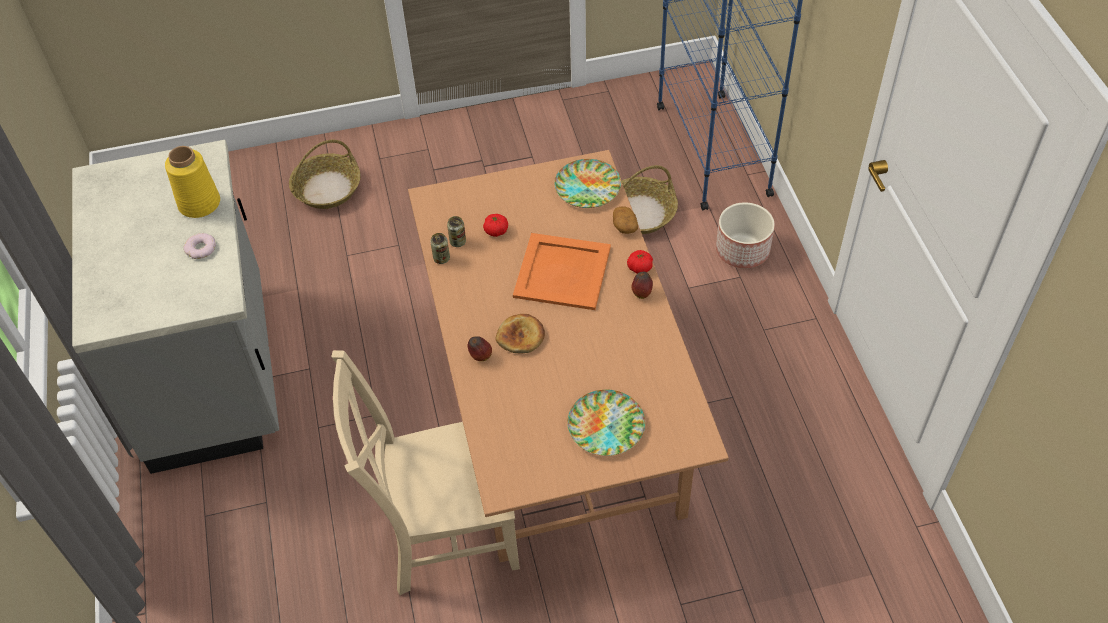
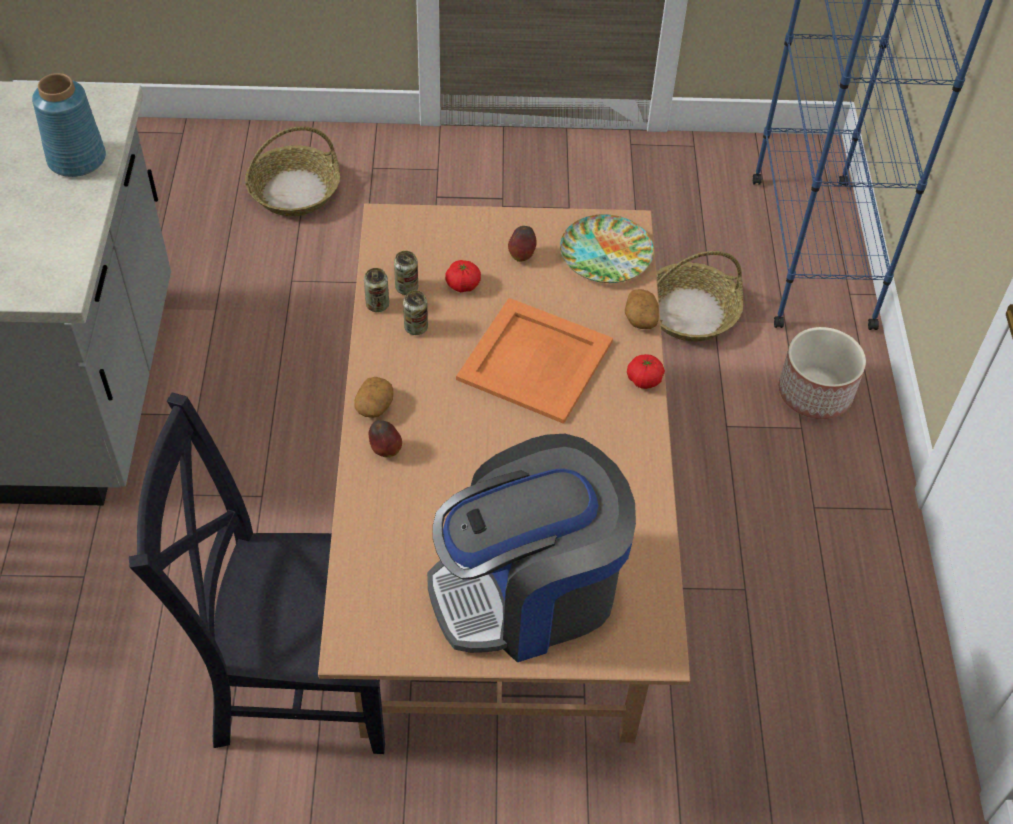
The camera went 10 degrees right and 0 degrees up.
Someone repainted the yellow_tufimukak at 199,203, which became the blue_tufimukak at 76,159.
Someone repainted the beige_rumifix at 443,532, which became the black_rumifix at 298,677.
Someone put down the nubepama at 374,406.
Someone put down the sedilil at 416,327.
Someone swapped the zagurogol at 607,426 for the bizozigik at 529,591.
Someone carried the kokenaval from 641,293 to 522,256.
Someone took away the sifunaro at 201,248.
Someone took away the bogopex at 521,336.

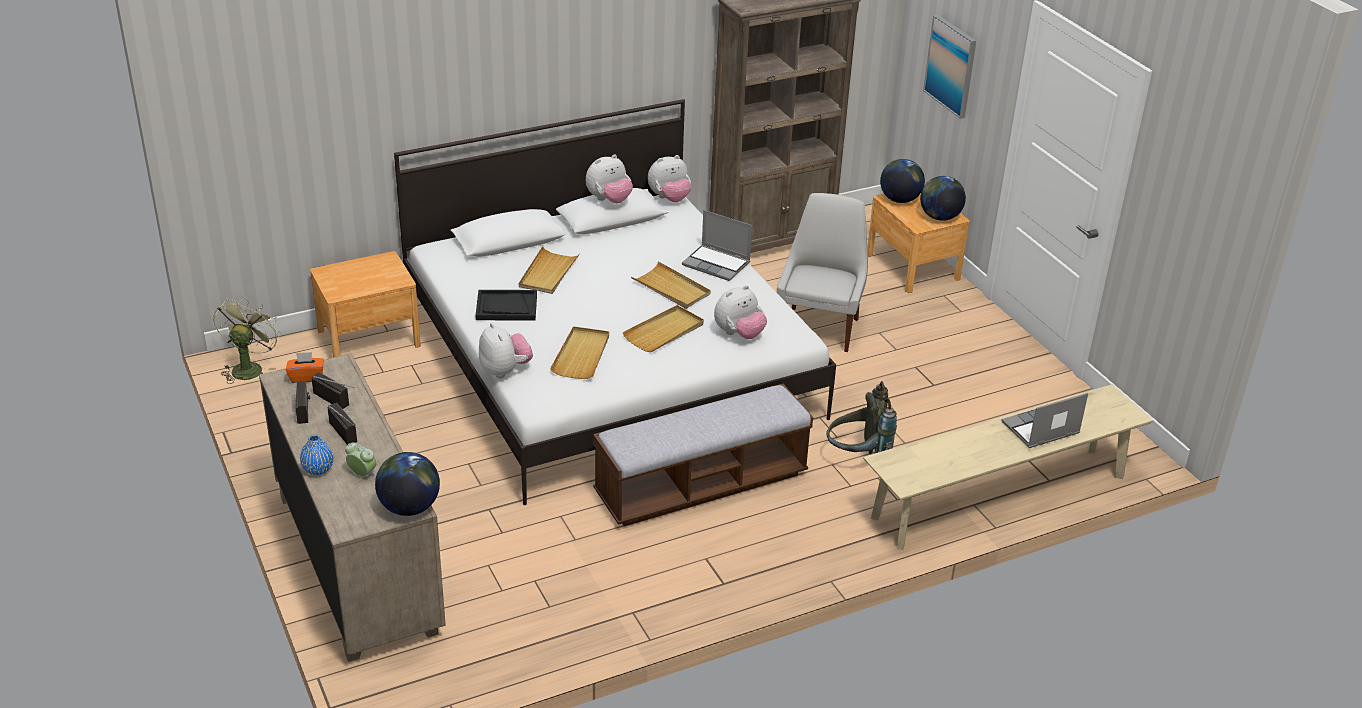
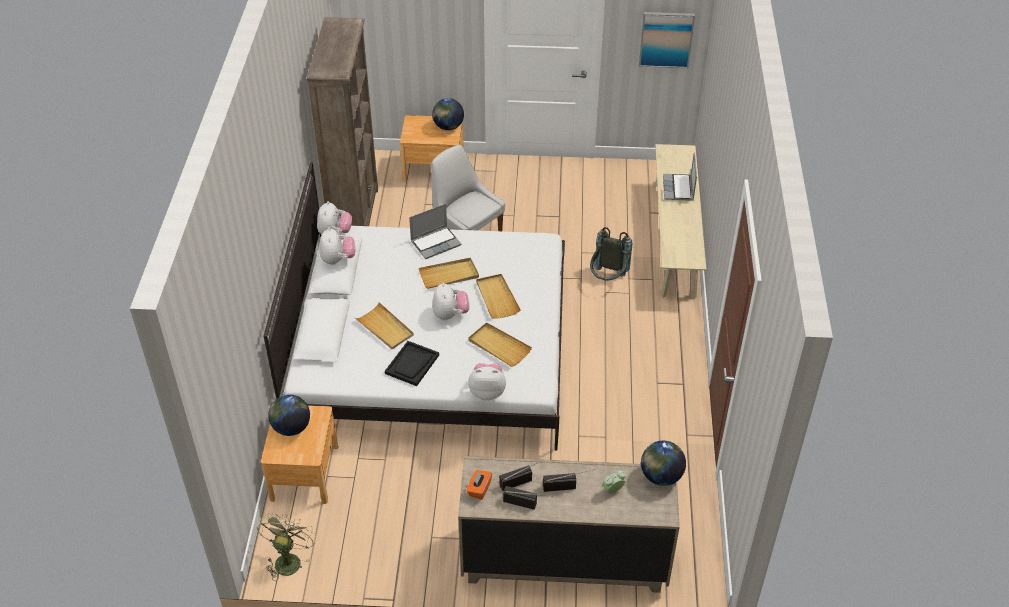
The camera went 60 degrees left and 10 degrees up.
Someone rotated the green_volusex at 248,367 by 60 degrees clockwise.
Someone carried the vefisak from 899,199 to 291,428.
Someone carried the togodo from 739,334 to 450,314.
Someone carried the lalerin from 951,66 to 666,39.
Someone took away the blue_tufimukak at 318,469.
Someone took away the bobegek at 701,485.

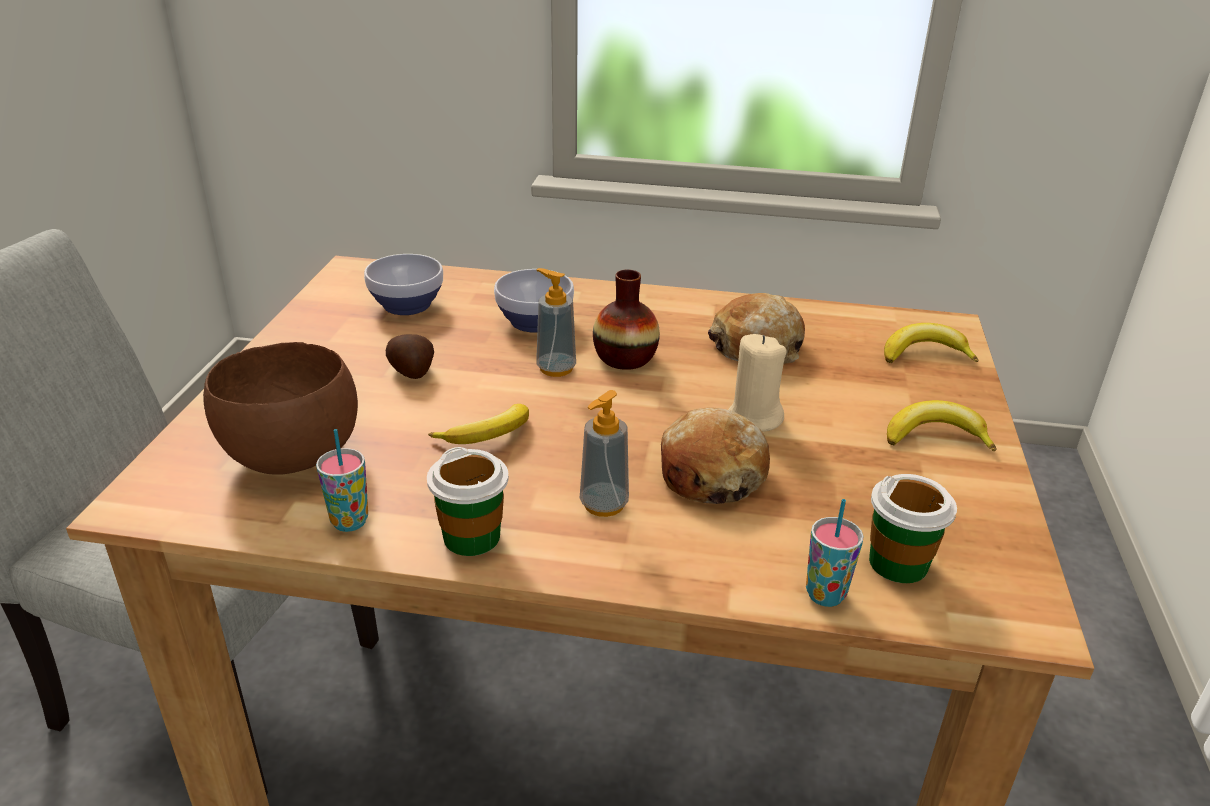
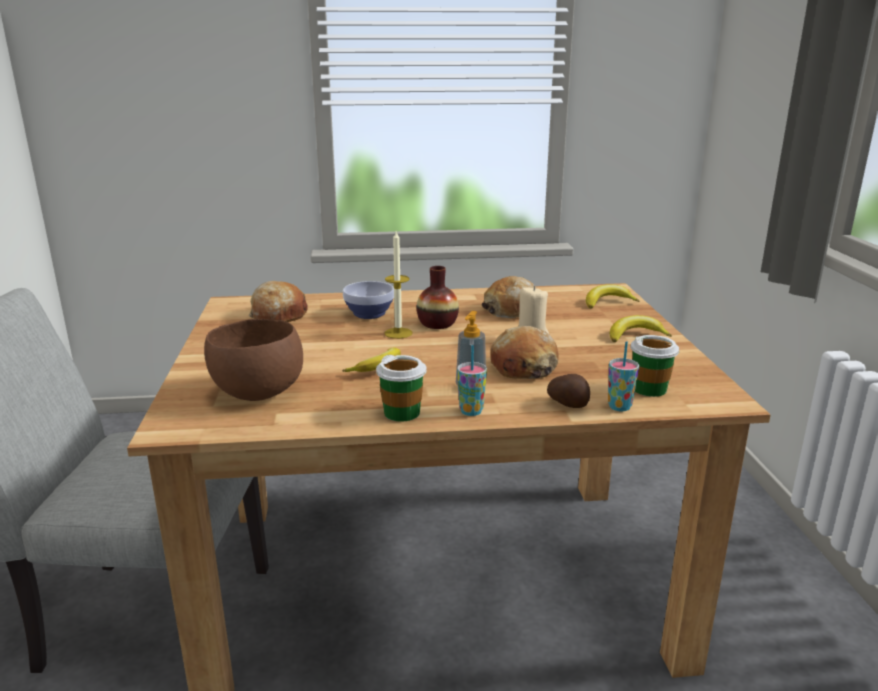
The camera went 15 degrees left and 10 degrees down.
Someone swapped the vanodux at 405,305 for the bogopex at 278,315.
Someone swapped the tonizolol at 556,368 for the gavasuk at 398,333.
Someone carried the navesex from 349,522 to 471,411.
Someone carried the nubepama from 412,372 to 569,404.

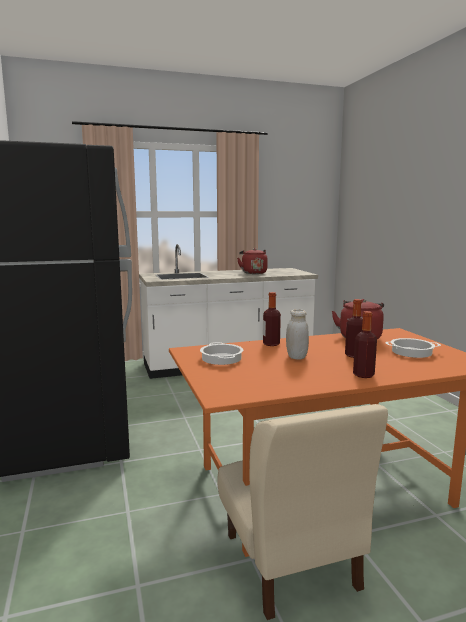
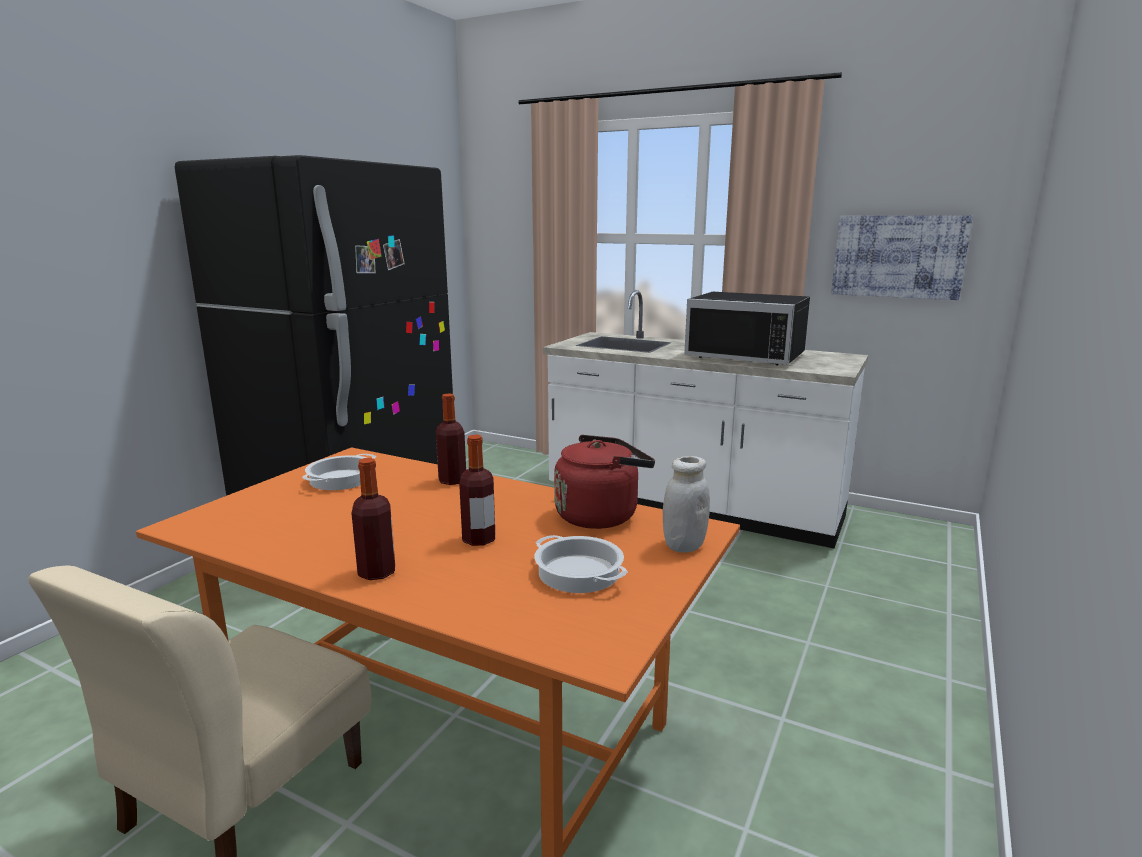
The camera went 45 degrees right and 5 degrees up.
Someone carried the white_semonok from 296,357 to 684,545.
Someone swapped the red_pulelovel at 253,273 for the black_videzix at 748,355.
Someone put up the lalerin at 898,256.

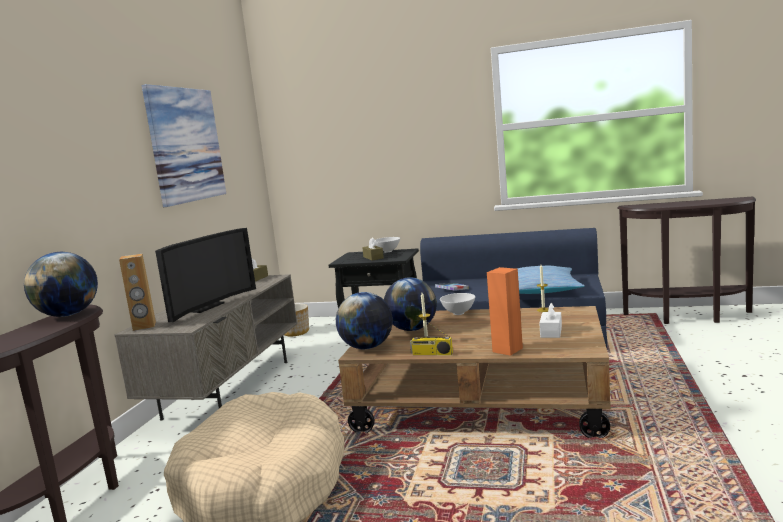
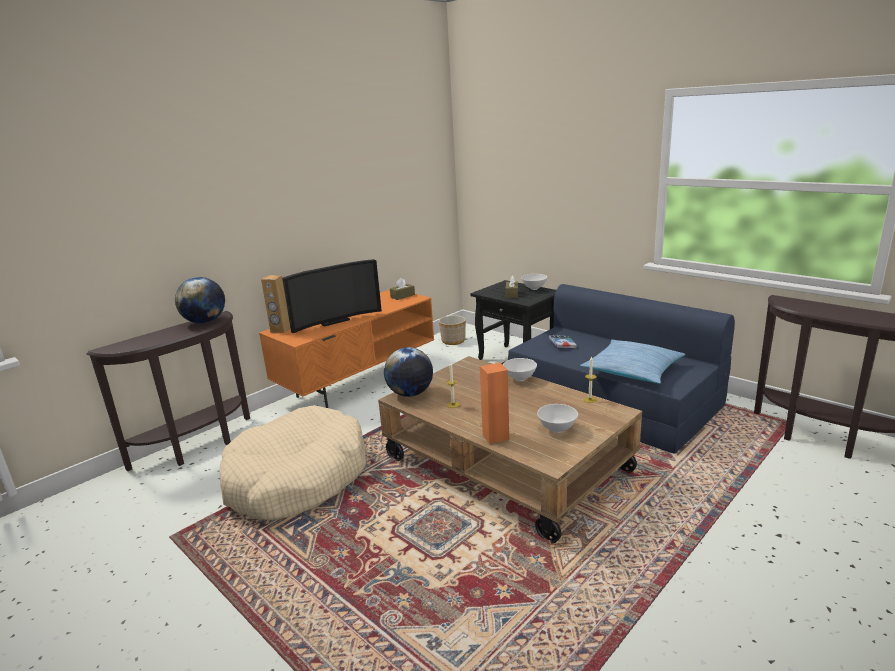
The camera went 30 degrees right and 10 degrees up.
Someone repainted the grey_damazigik at 229,388, which became the orange_damazigik at 359,383.
Someone swapped the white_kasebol at 551,331 for the white_vanodux at 557,429.
Someone took away the lalerin at 185,145.
Someone took away the vefisak at 412,329.
Someone took away the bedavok at 431,354.

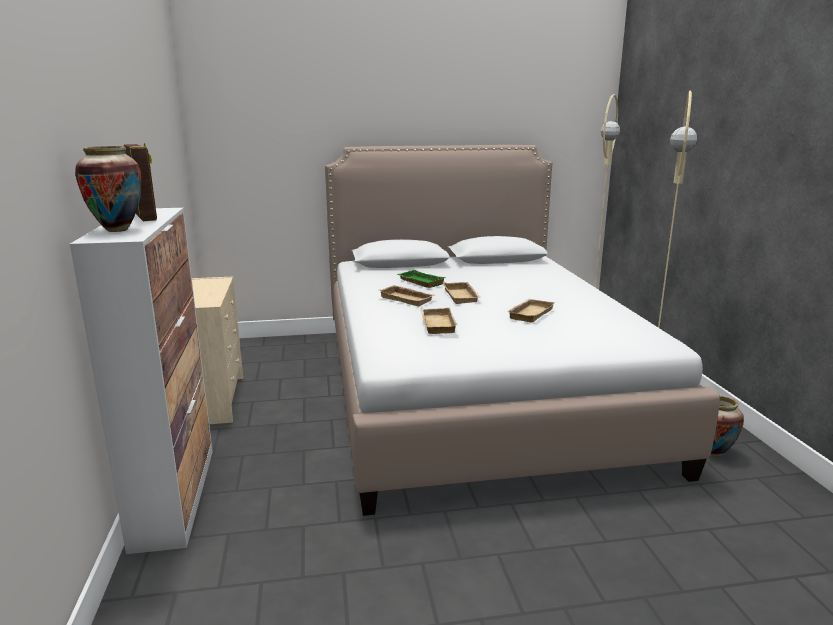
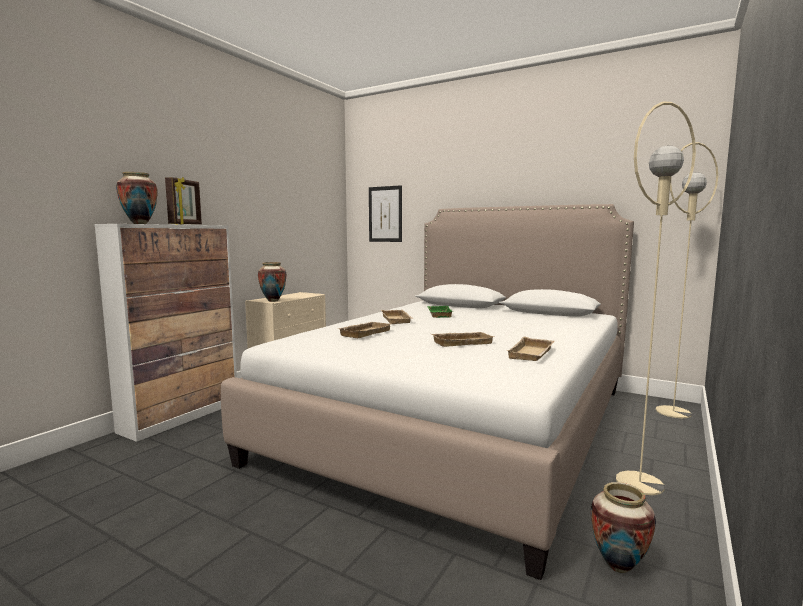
The camera went 40 degrees right and 10 degrees down.
Someone put down the tufimukak at 273,301.
Someone put up the lalerin at 385,214.
Someone carried the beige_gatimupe from 462,296 to 532,354.

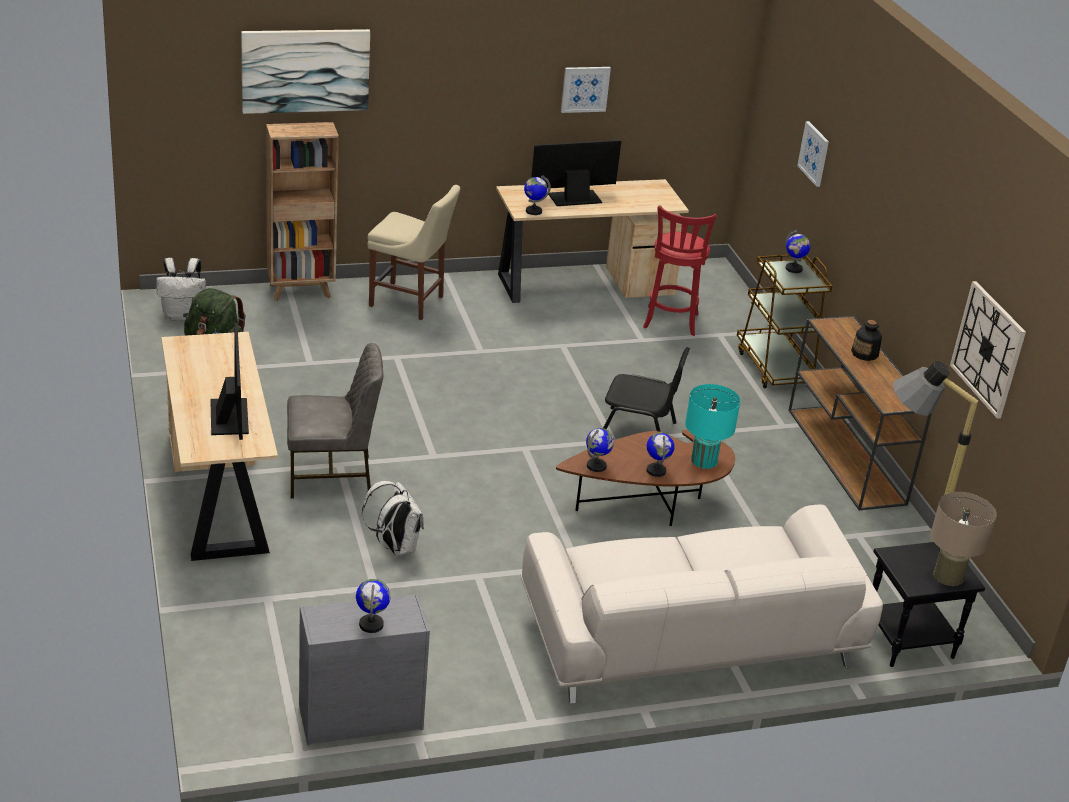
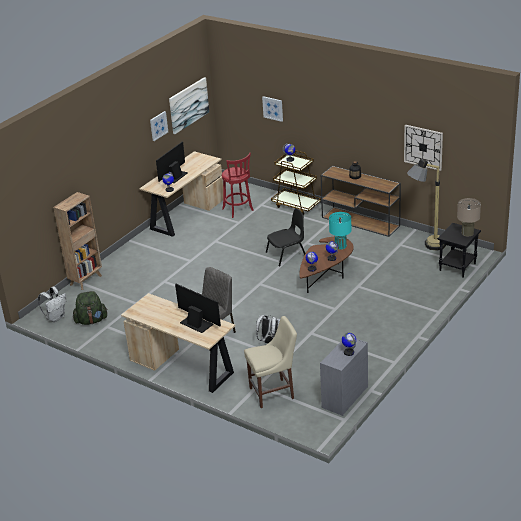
The camera went 35 degrees left and 0 degrees up.
Someone carried the lalerin from 305,70 to 188,105.
Someone carried the beige_rumifix from 410,302 to 274,392.
Someone took away the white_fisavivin at 689,640.

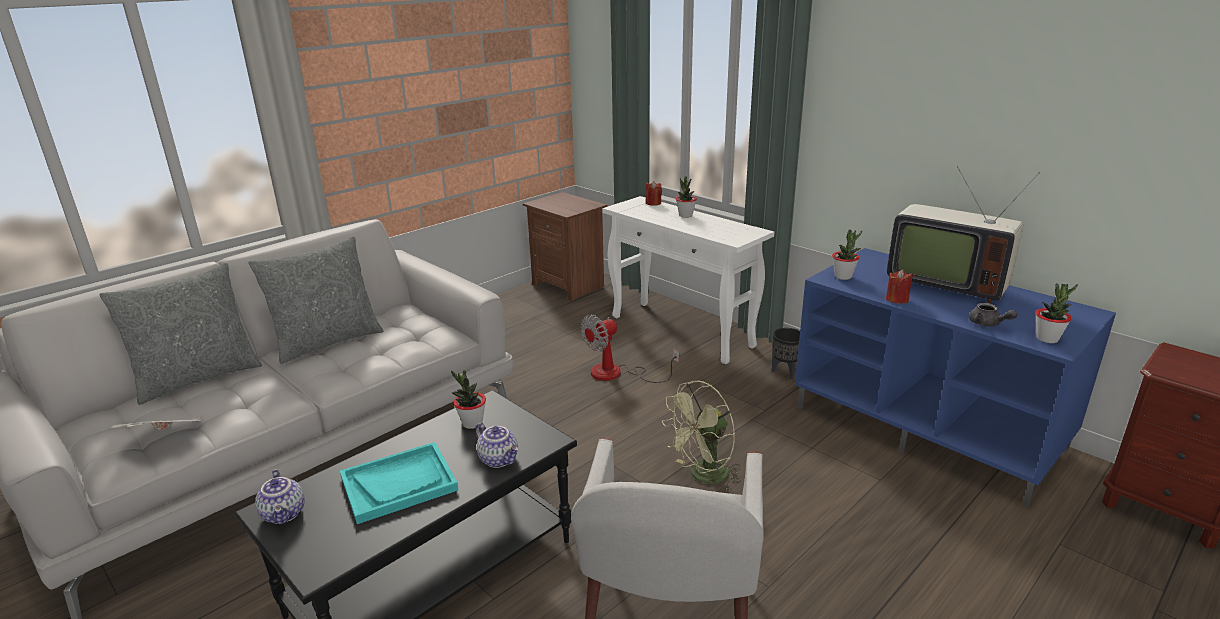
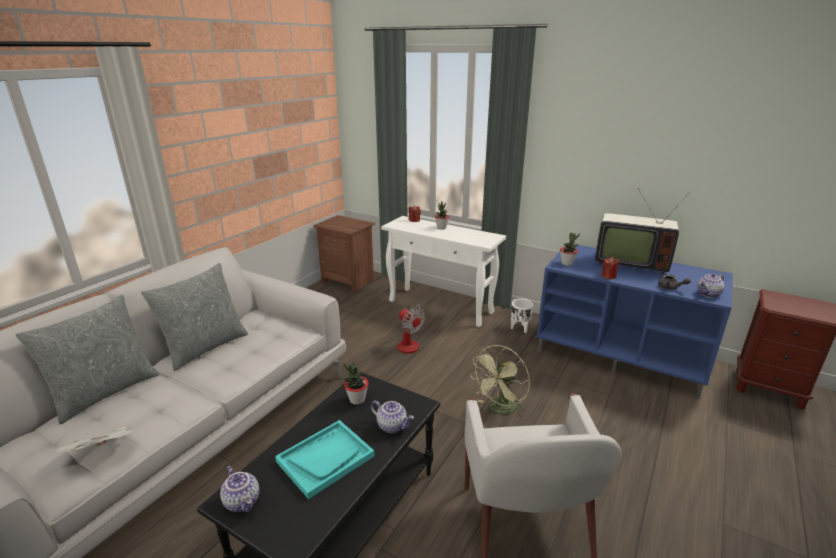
The camera went 15 degrees left and 0 degrees up.
Someone rotated the volusex at 617,374 by 75 degrees counterclockwise.
Someone repainted the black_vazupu at 785,372, which became the white_vazupu at 519,328.
Someone swapped the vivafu at 1047,339 for the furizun at 708,294.

